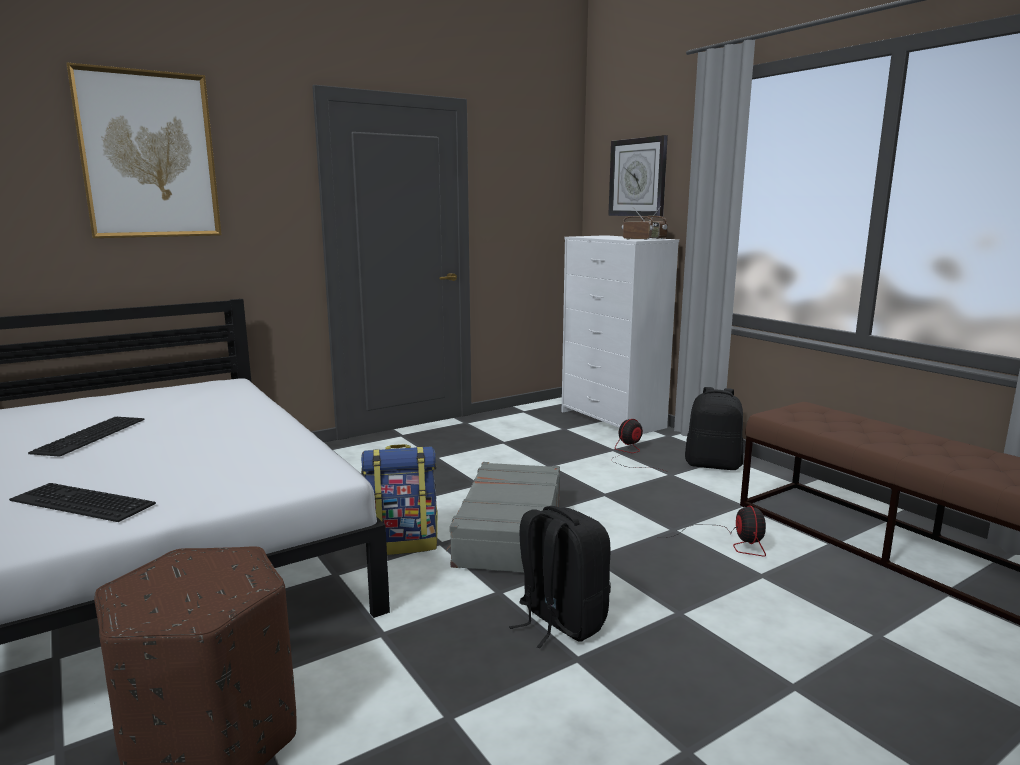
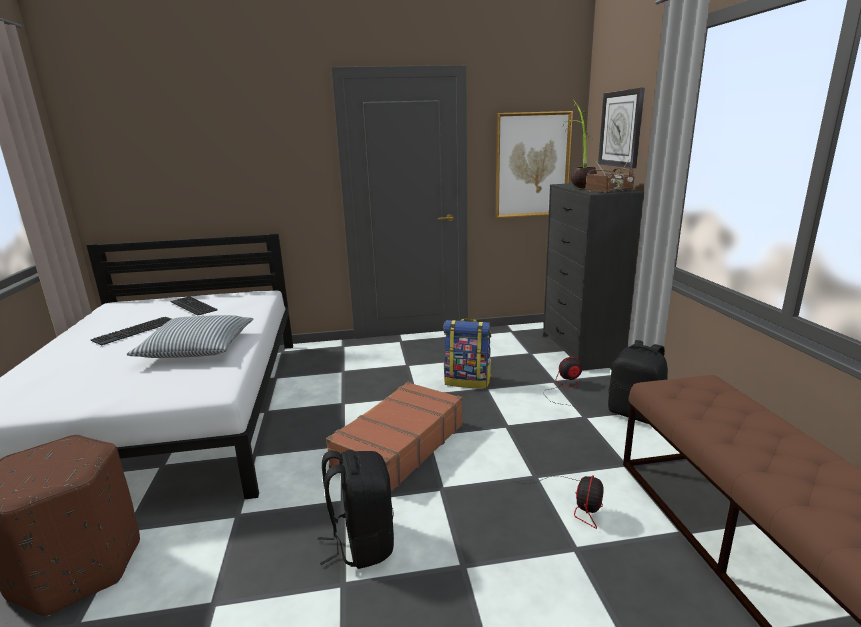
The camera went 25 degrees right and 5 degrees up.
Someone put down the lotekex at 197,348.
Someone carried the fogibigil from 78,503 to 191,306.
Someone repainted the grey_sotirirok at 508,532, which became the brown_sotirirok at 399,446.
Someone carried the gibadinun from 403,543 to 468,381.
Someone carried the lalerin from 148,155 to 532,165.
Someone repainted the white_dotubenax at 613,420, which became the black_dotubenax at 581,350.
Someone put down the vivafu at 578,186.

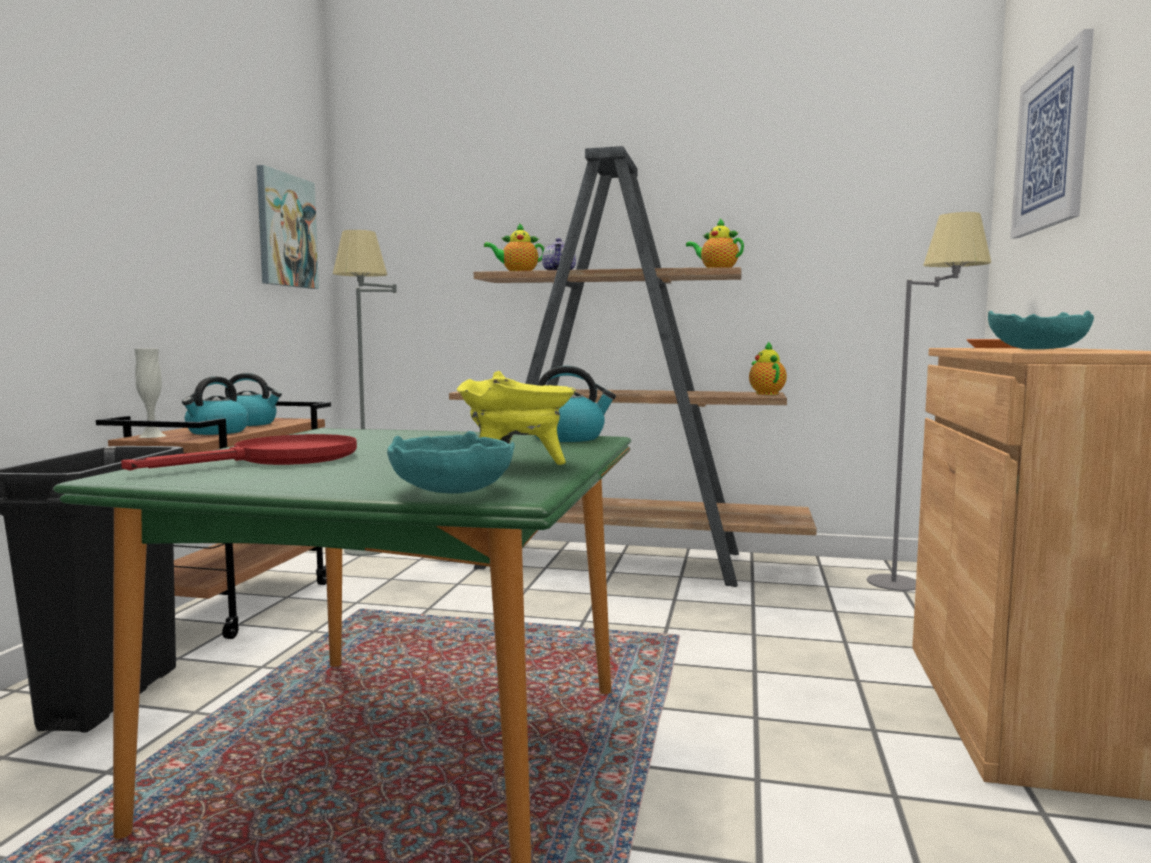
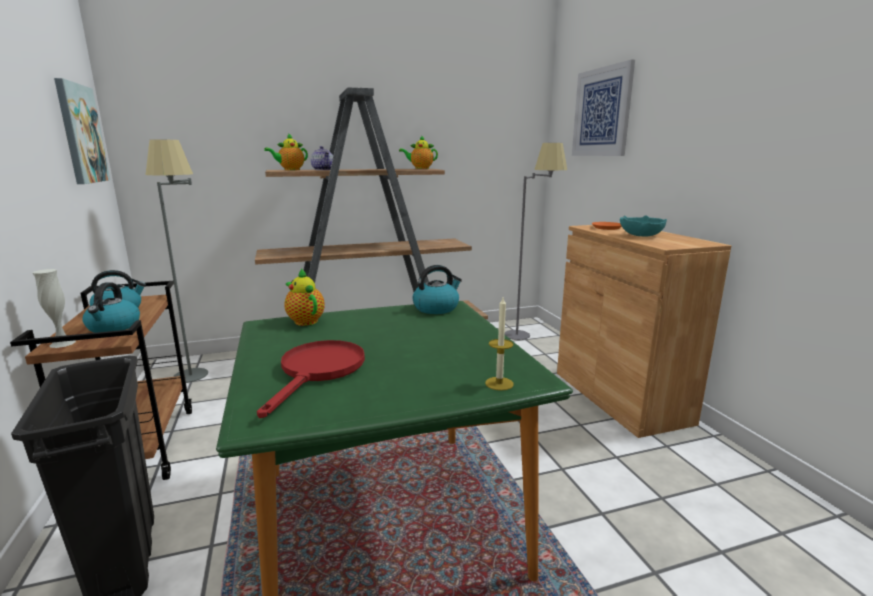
The camera went 30 degrees left and 10 degrees up.
Someone carried the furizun from 766,393 to 304,320.
Someone swapped the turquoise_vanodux at 452,490 for the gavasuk at 499,383.
Someone took away the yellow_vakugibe at 517,464.

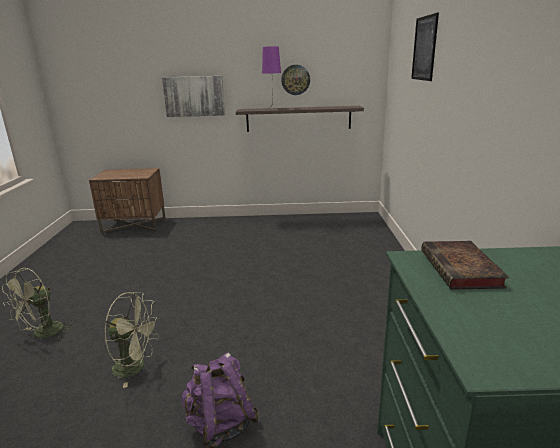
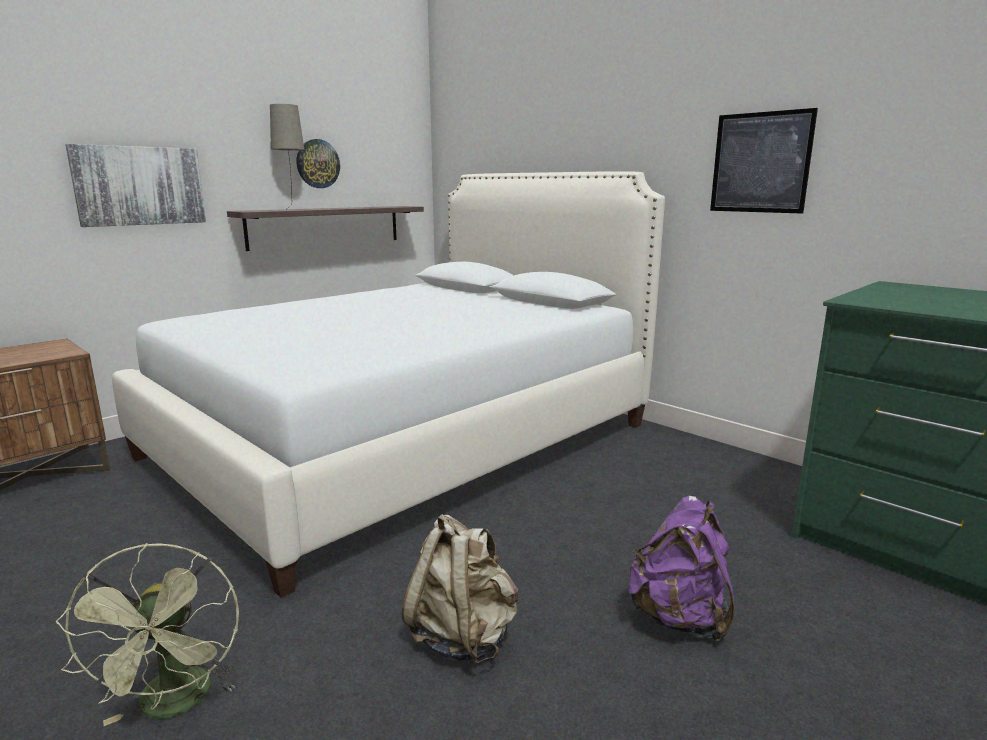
The camera went 45 degrees left and 5 degrees down.
Someone put down the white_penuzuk at 406,440.
Someone repainted the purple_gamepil at 272,108, which became the beige_gamepil at 293,209.
Someone swapped the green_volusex at 136,367 for the beige_gibadinun at 463,636.
Someone carried the lalerin from 424,48 to 760,163.
Someone took away the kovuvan at 462,270.

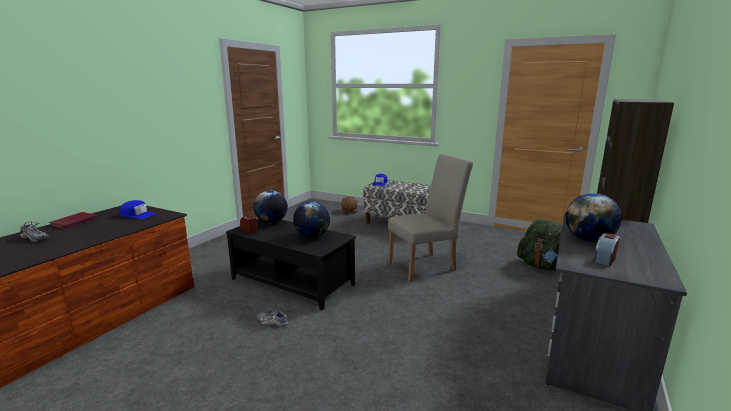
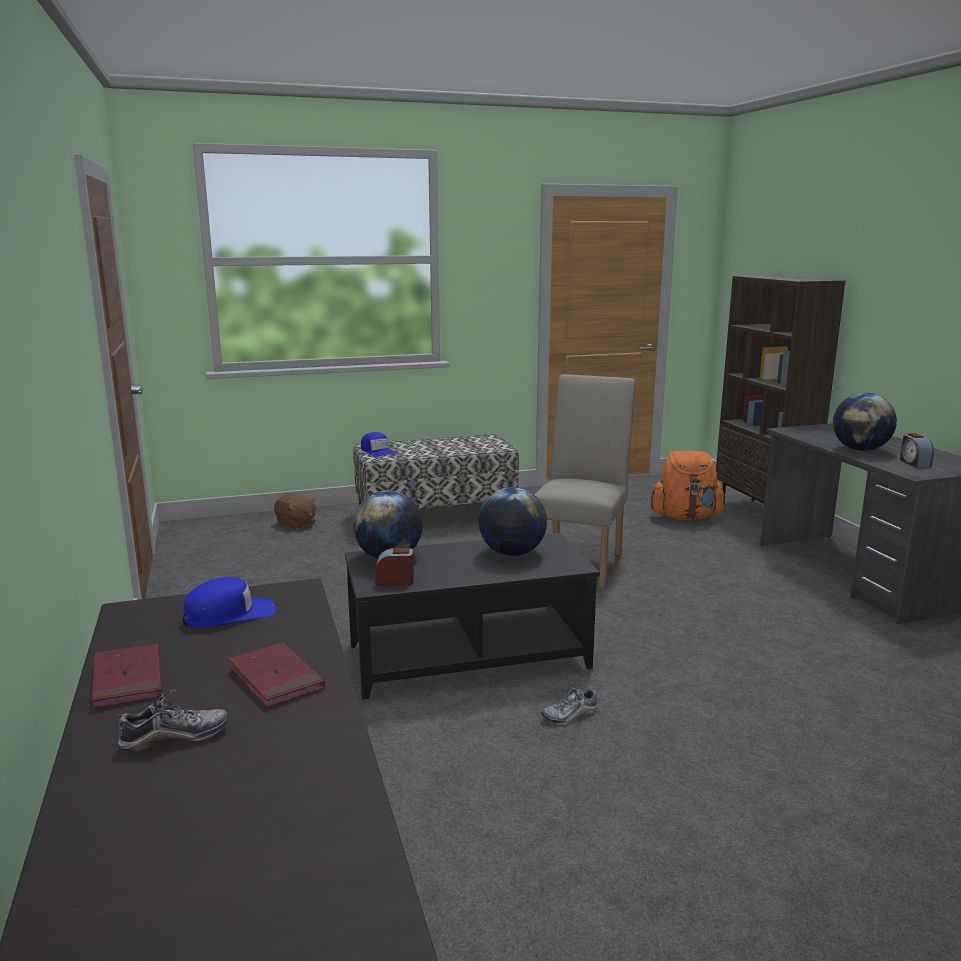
The camera went 45 degrees left and 0 degrees up.
Someone put down the red_kovuvan at 276,679.
Someone repainted the green_gibadinun at 542,266, which became the orange_gibadinun at 685,517.

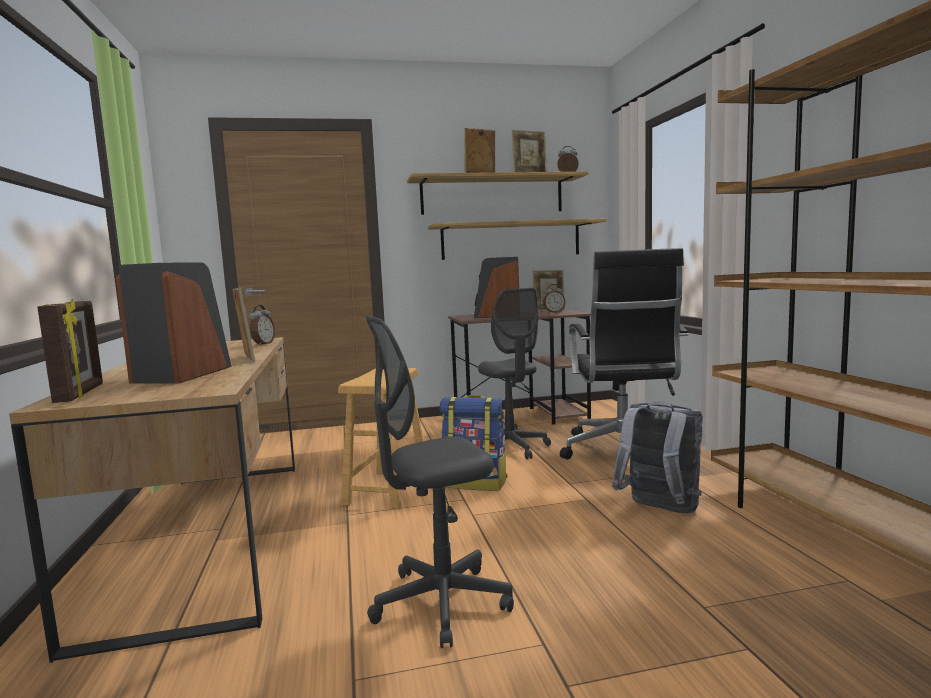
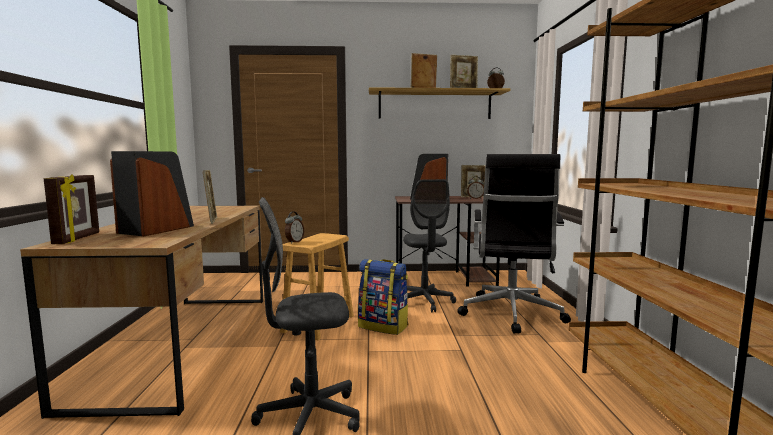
The camera went 10 degrees right and 0 degrees up.
Someone carried the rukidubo from 263,344 to 294,242.
Someone took away the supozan at 511,240.
Someone took away the grey_gibadinun at 659,510.

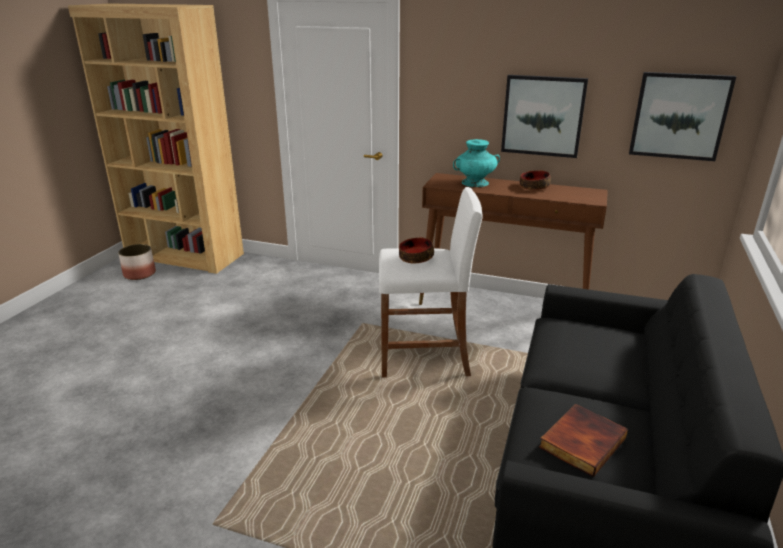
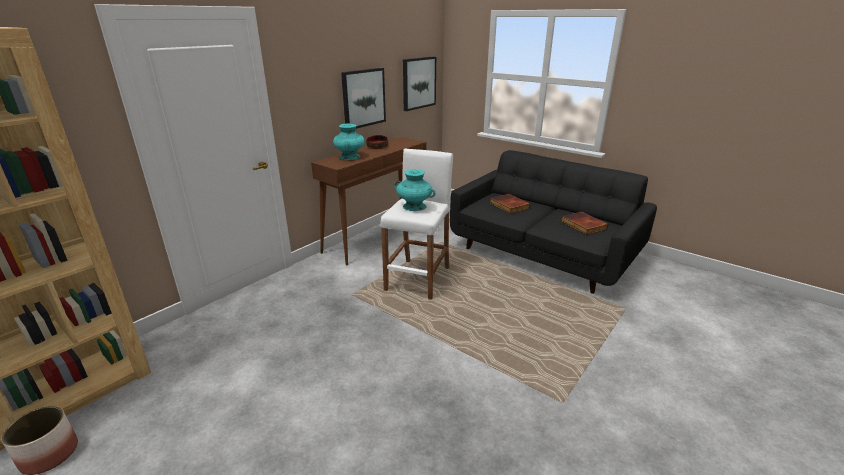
The camera went 70 degrees left and 0 degrees up.
Someone swapped the vanodux at 415,258 for the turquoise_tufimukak at 414,206.
Someone put down the kovuvan at 508,205.

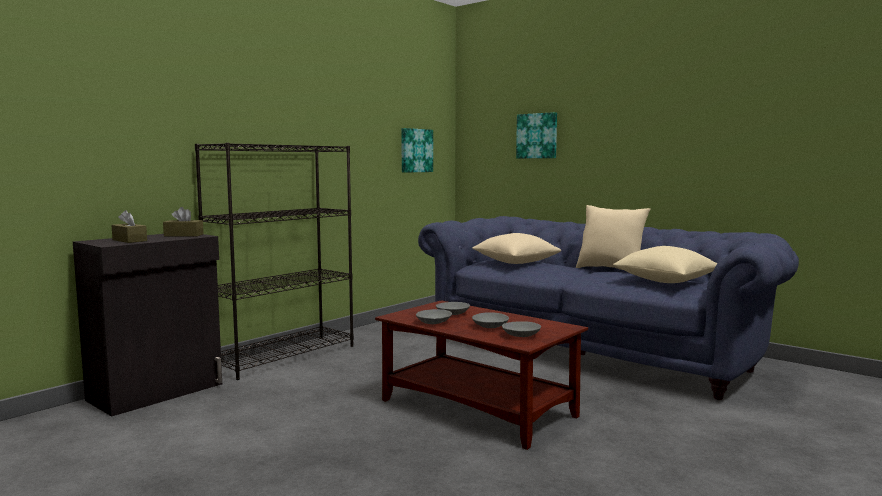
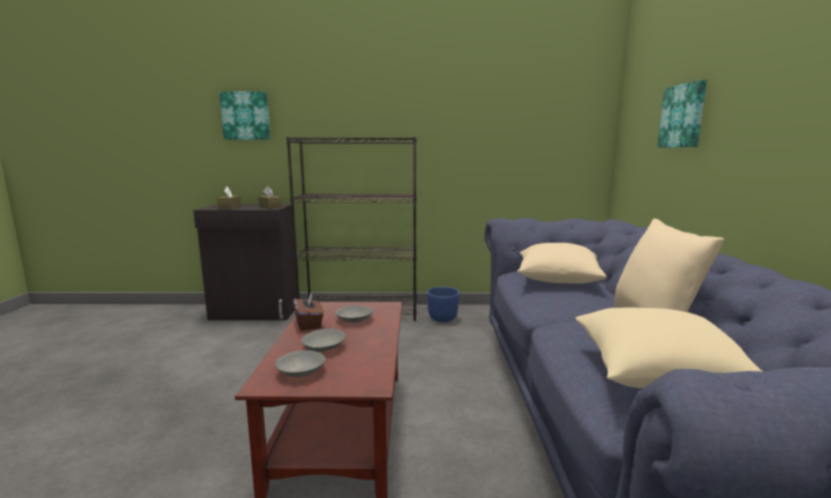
The camera went 50 degrees right and 5 degrees up.
Someone carried the lalerin from 416,150 to 246,116.
Someone swapped the grey_vanodux at 433,322 for the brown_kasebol at 309,323.
Someone put down the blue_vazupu at 443,319.

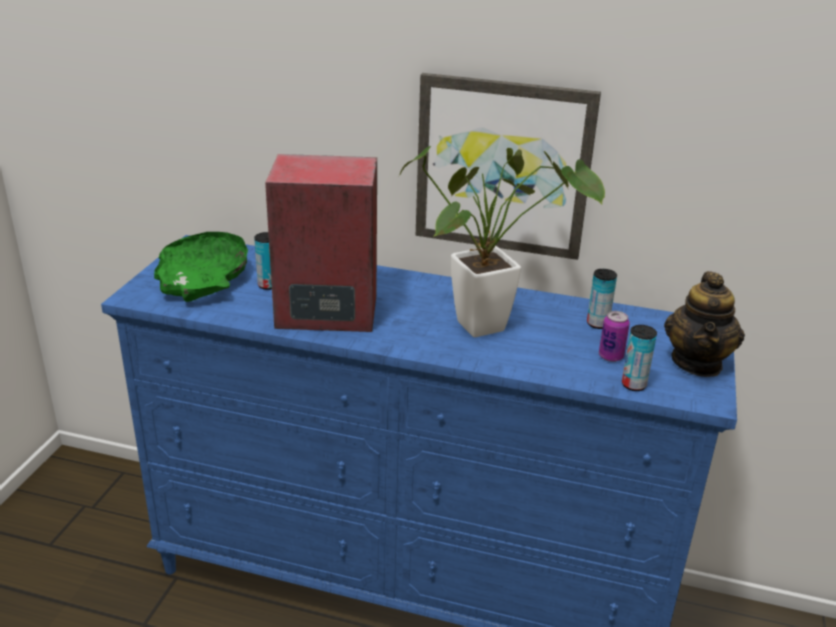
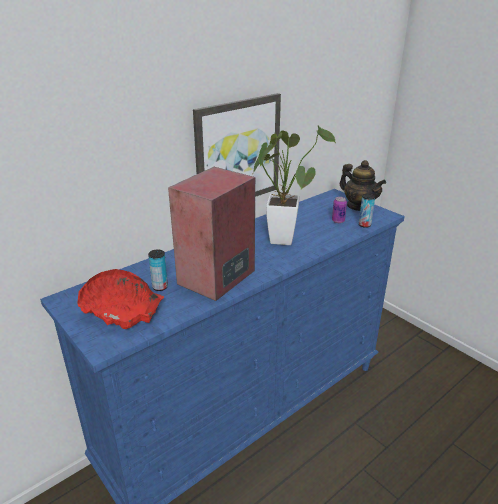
The camera went 55 degrees left and 0 degrees up.
Someone repainted the green_vanodux at 203,281, which became the red_vanodux at 121,310.
Someone took away the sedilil at 597,324.

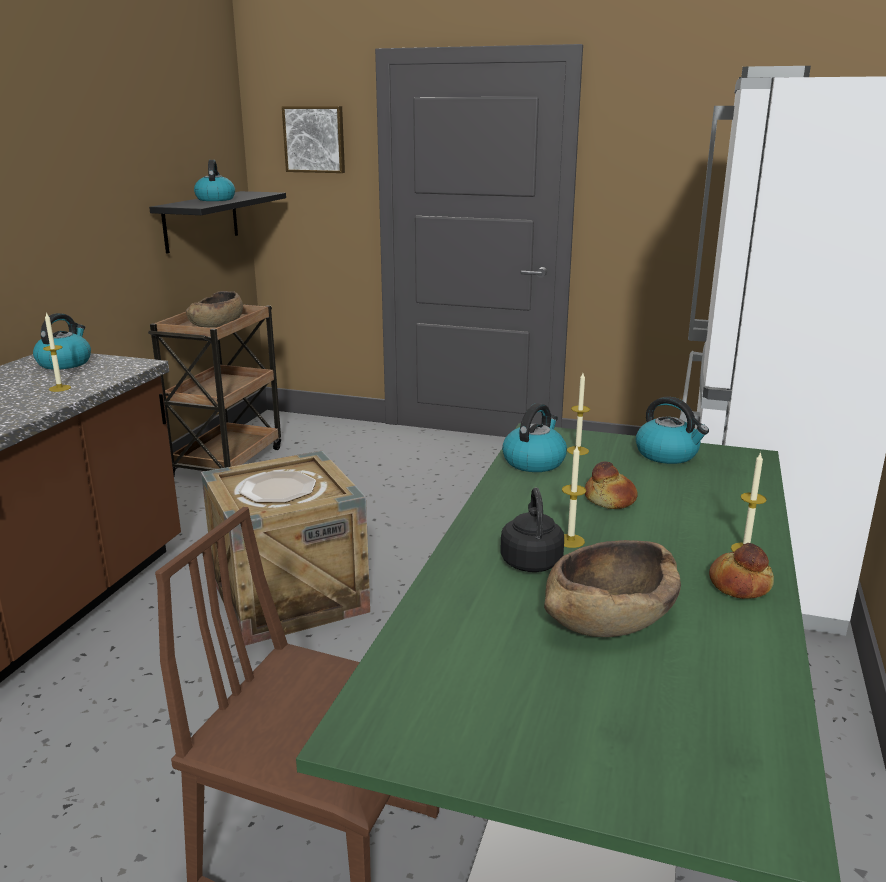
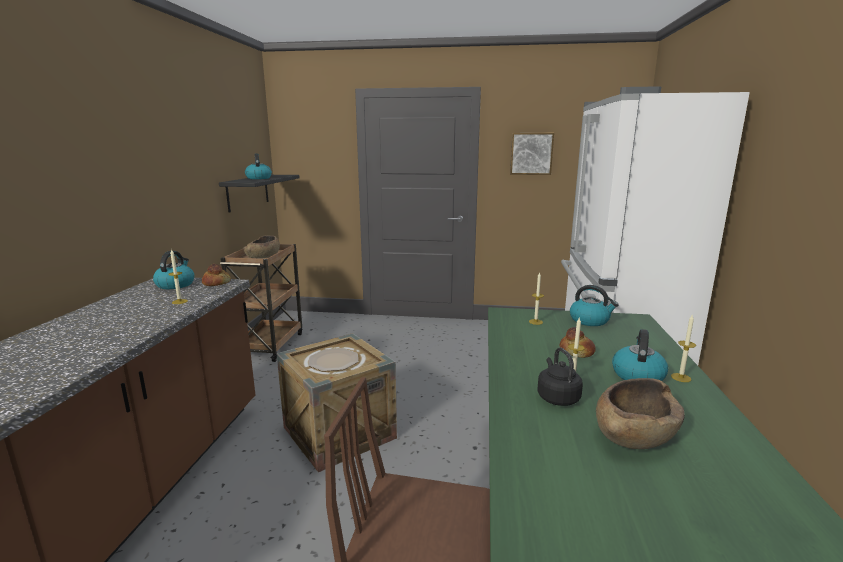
The camera went 10 degrees left and 5 degrees down.
Someone carried the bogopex from 739,584 to 216,283.
Someone carried the lalerin from 315,139 to 531,153.
Someone carried the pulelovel from 534,461 to 637,375.

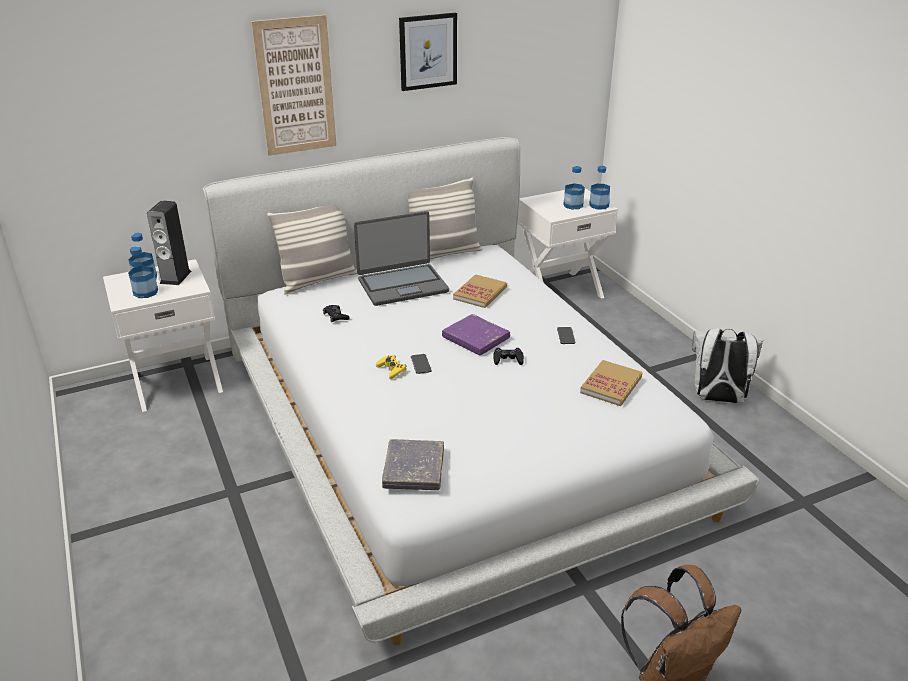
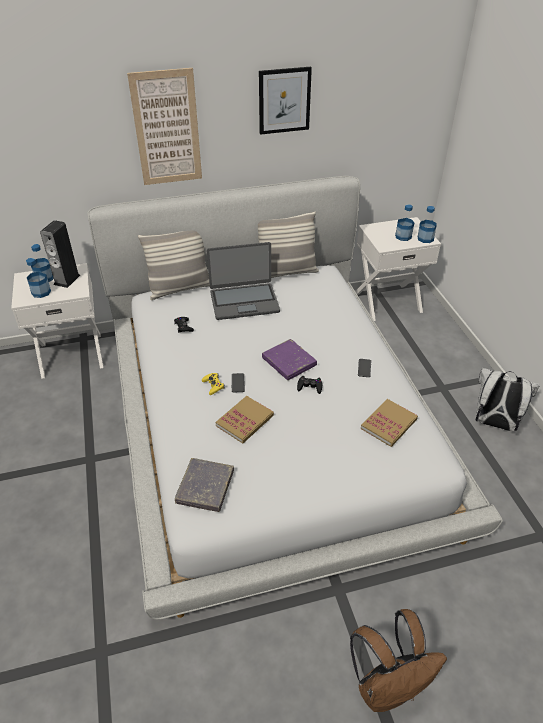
The camera went 10 degrees right and 10 degrees up.
Someone carried the kovuvan from 480,293 to 245,421.

